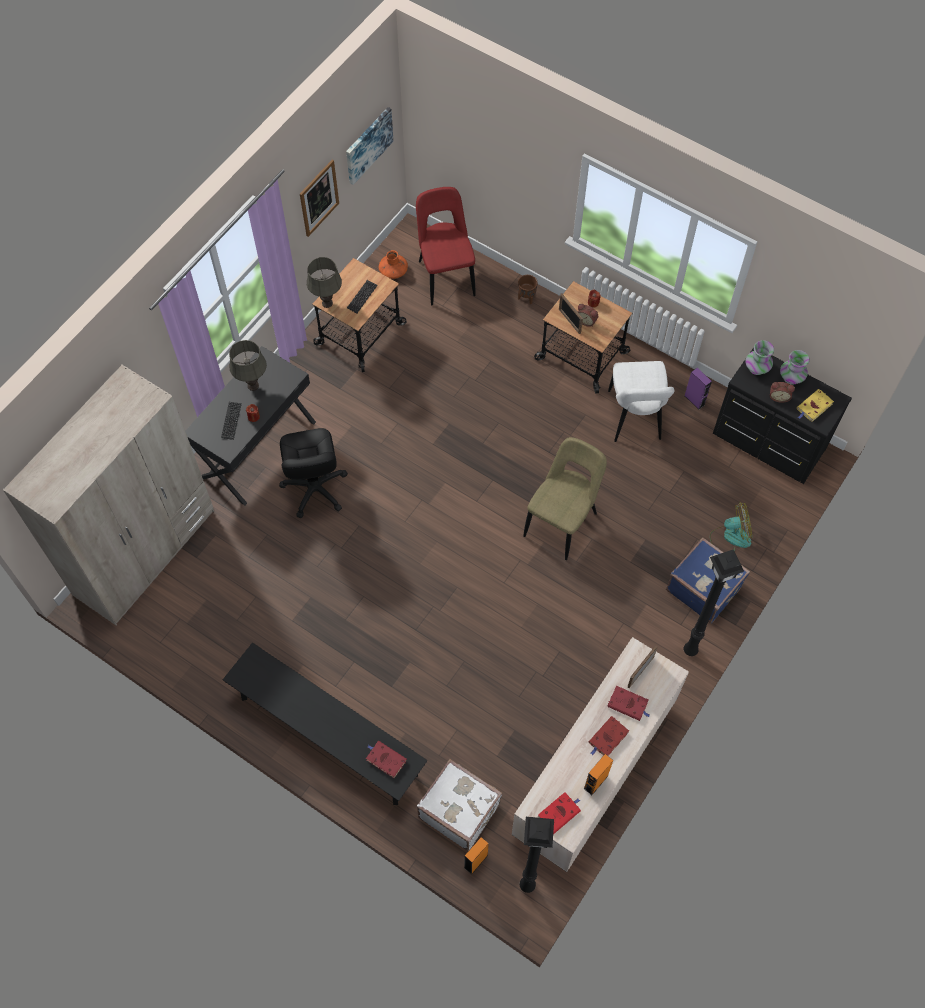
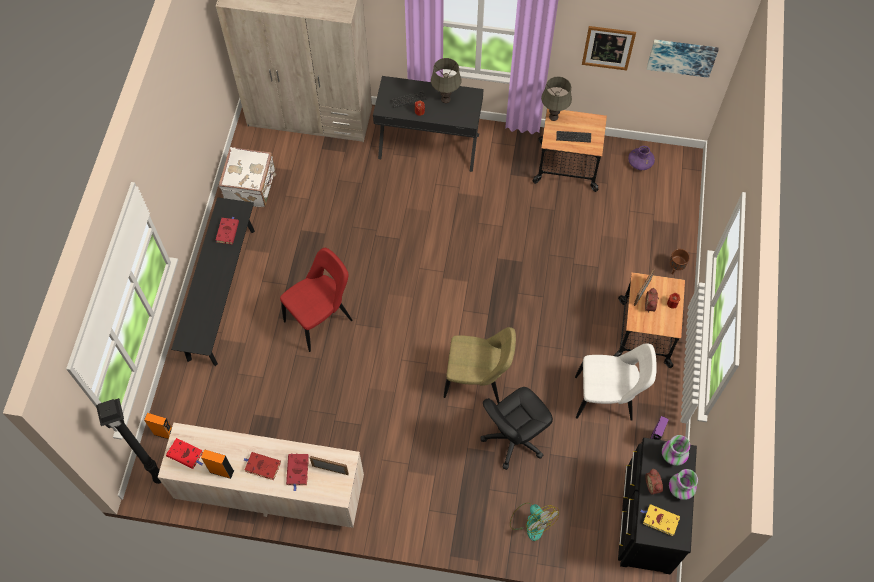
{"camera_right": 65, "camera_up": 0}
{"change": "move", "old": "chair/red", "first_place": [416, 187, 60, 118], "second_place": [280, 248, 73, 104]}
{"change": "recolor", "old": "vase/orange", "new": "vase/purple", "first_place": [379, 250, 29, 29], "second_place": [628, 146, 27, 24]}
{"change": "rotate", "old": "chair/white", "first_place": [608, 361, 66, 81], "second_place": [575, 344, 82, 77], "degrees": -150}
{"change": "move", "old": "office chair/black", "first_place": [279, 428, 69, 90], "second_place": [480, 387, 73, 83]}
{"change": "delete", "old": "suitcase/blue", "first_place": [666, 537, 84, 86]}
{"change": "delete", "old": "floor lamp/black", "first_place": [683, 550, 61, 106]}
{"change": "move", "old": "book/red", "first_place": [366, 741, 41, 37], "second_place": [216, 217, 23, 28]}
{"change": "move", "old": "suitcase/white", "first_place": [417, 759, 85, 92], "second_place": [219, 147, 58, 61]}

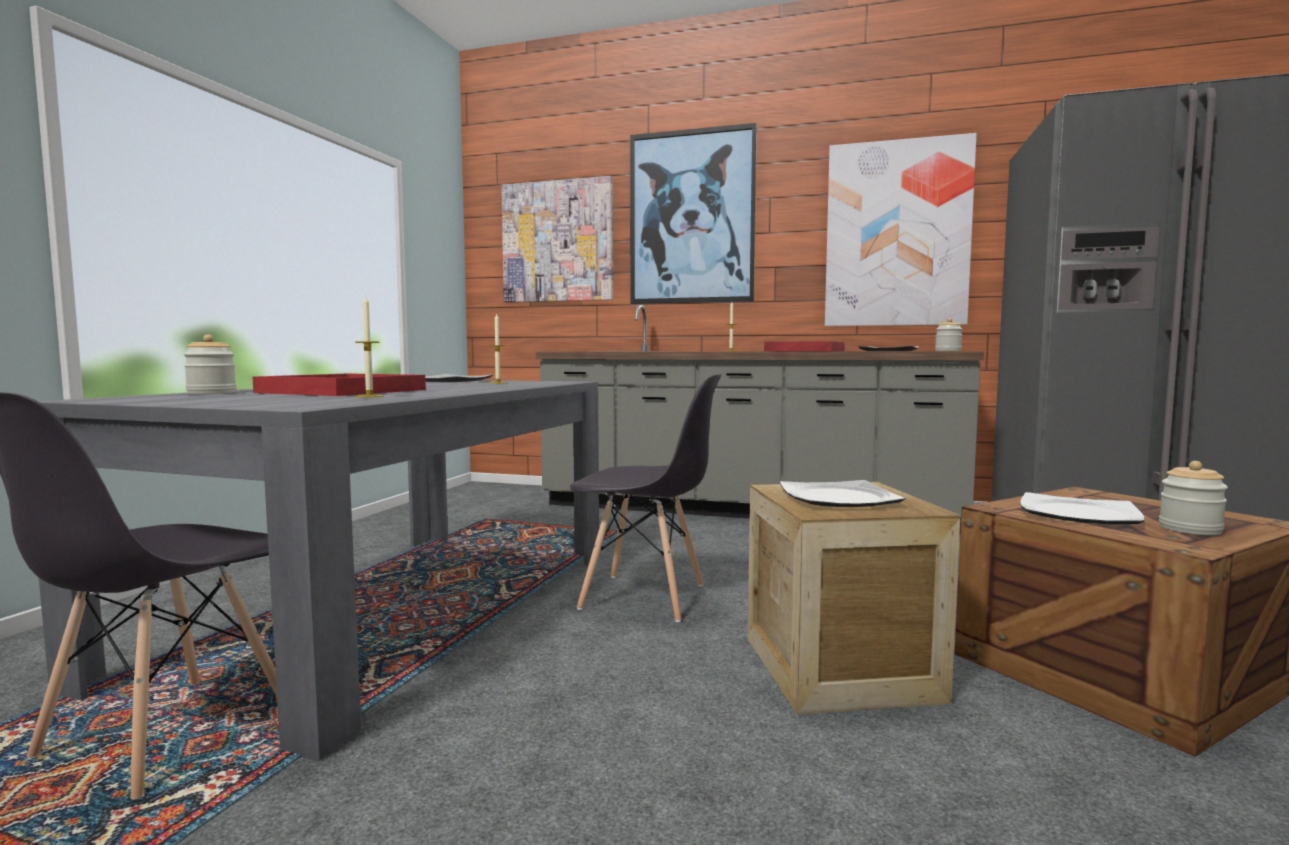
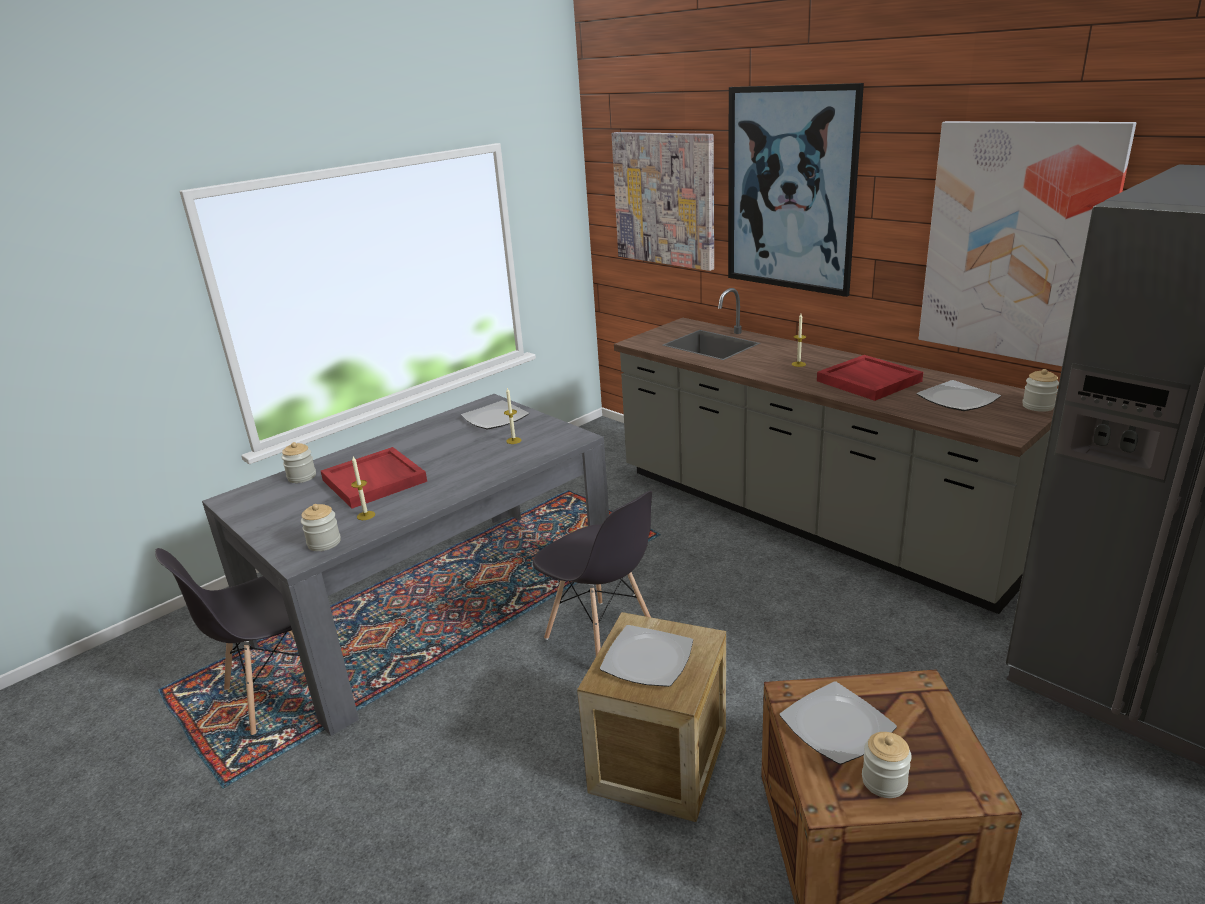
{"camera_right": 30, "camera_up": 20}
{"change": "insert", "new": "jar", "second_place": [301, 504, 40, 47]}

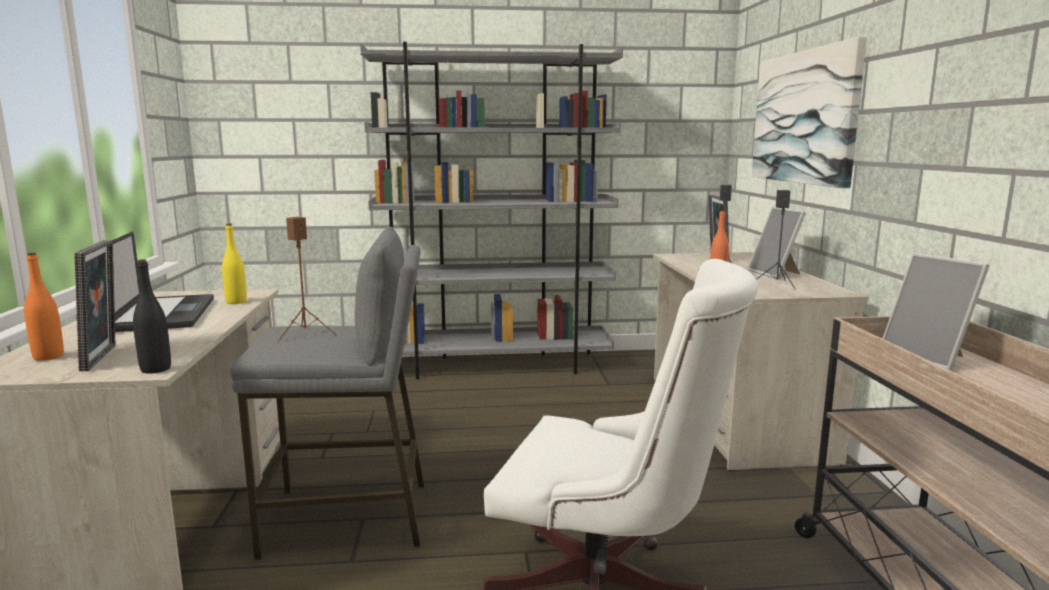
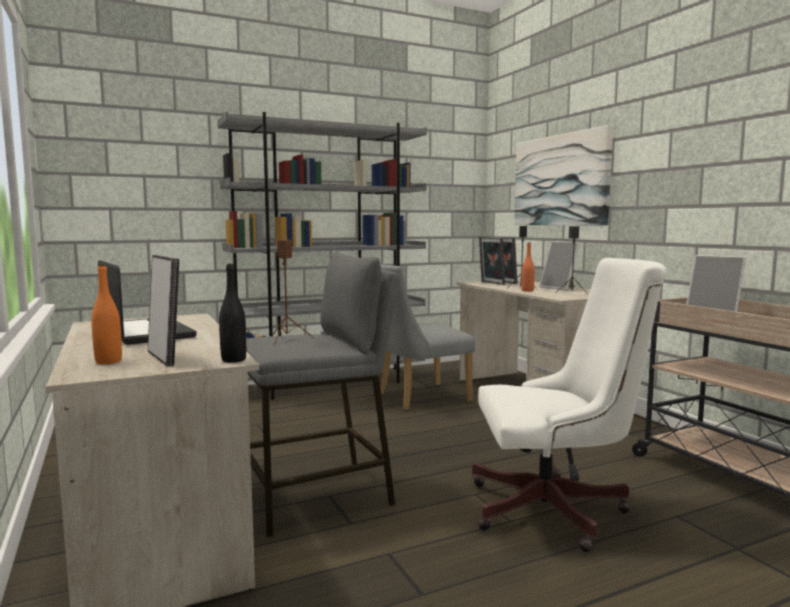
{"camera_right": -20, "camera_up": -5}
{"change": "delete", "old": "bottle/yellow", "first_place": [222, 223, 25, 81]}
{"change": "insert", "new": "picture frame", "second_place": [479, 237, 26, 48]}
{"change": "insert", "new": "chair/grey", "second_place": [380, 264, 95, 147]}

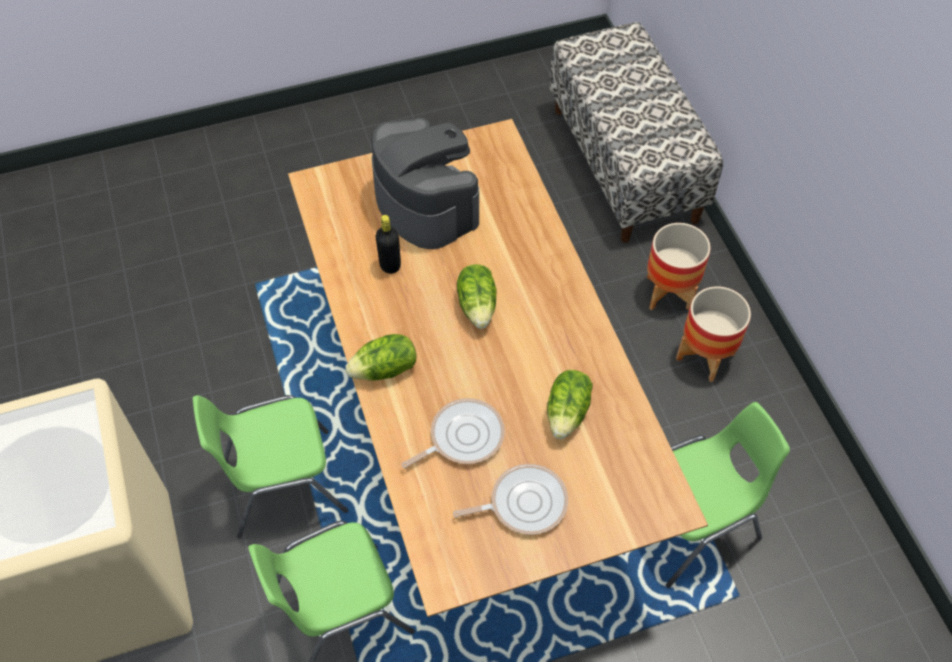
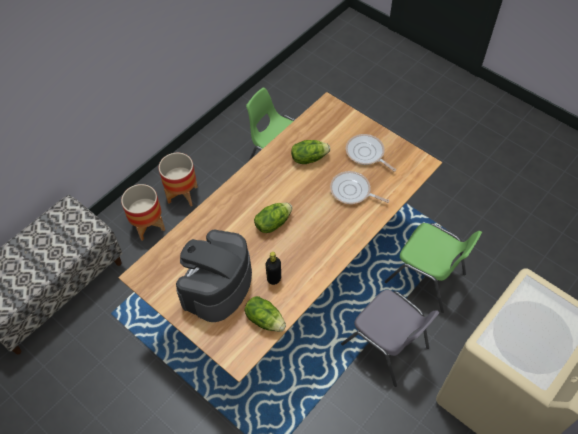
{"camera_right": -120, "camera_up": 0}
{"change": "move", "old": "lettuce", "first_place": [346, 334, 71, 47], "second_place": [244, 296, 42, 36]}
{"change": "recolor", "old": "chair/green", "new": "chair/grey", "first_place": [193, 395, 155, 144], "second_place": [341, 290, 98, 97]}

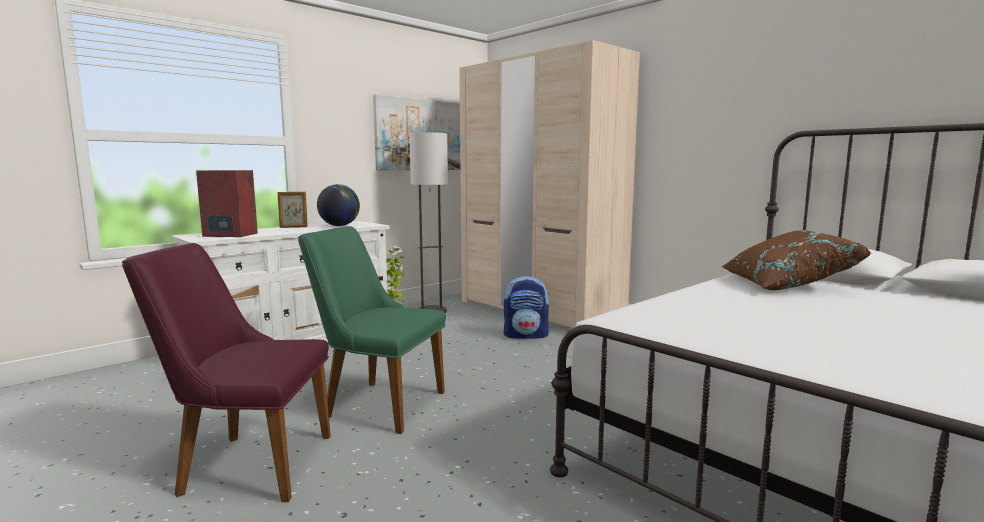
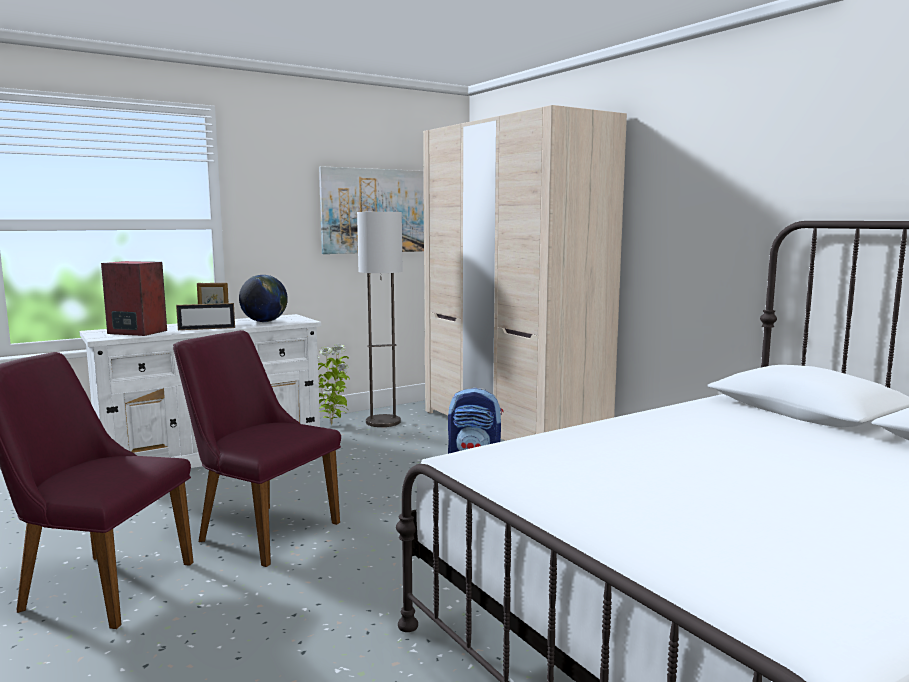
{"camera_right": 10, "camera_up": 0}
{"change": "recolor", "old": "chair/green", "new": "chair/purple", "first_place": [298, 226, 148, 208], "second_place": [173, 330, 168, 237]}
{"change": "delete", "old": "pillow/brown", "first_place": [722, 230, 149, 60]}
{"change": "insert", "new": "picture frame", "second_place": [176, 303, 59, 27]}

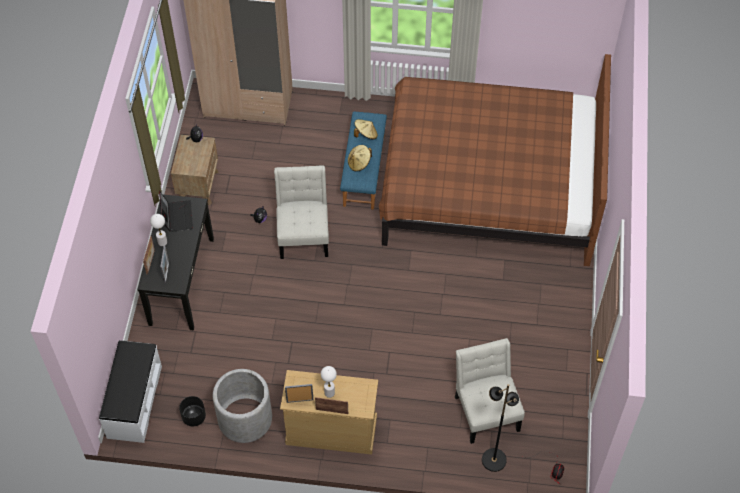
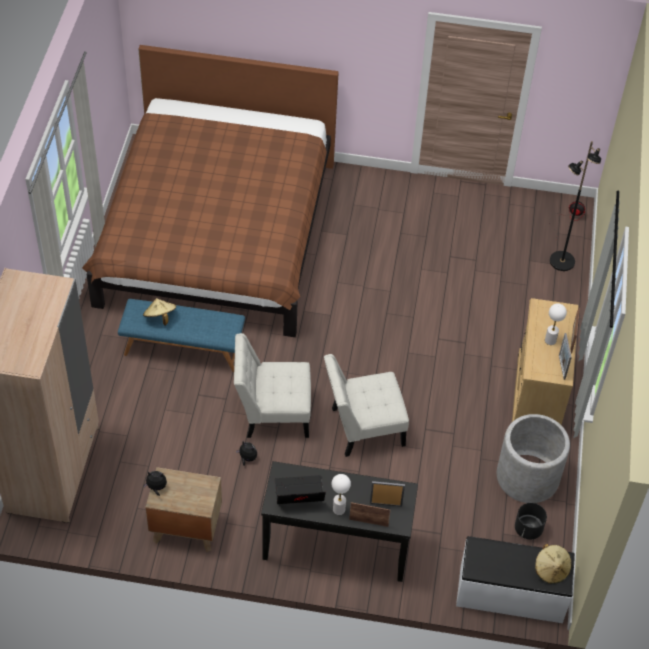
{"camera_right": -90, "camera_up": -5}
{"change": "move", "old": "hat/beige", "first_place": [348, 145, 24, 27], "second_place": [535, 544, 37, 40]}
{"change": "move", "old": "chair/white", "first_place": [455, 338, 70, 106], "second_place": [324, 354, 85, 103]}

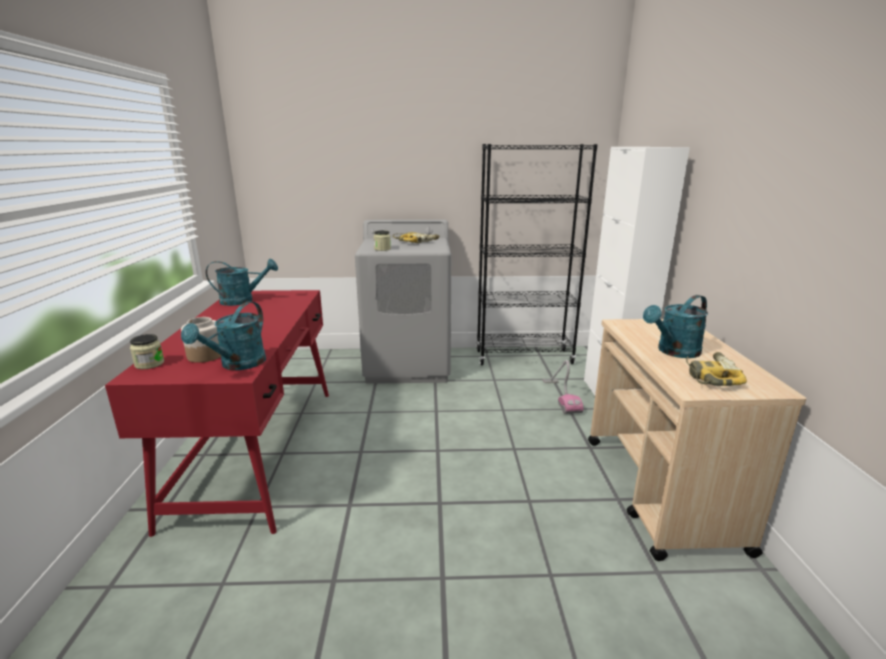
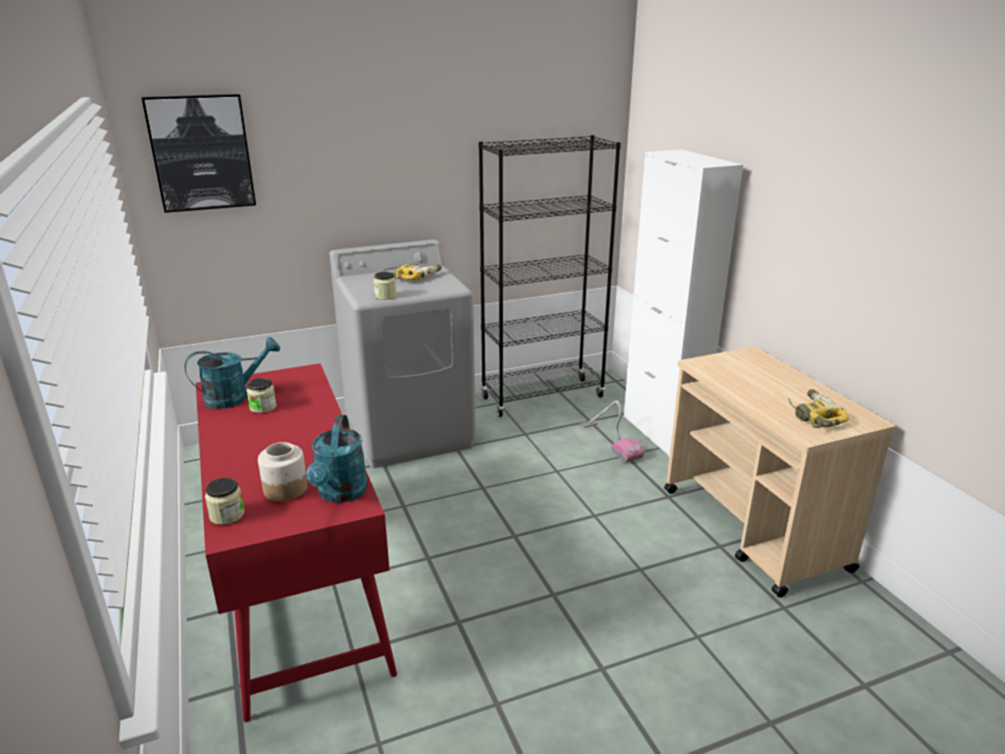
{"camera_right": -20, "camera_up": 5}
{"change": "delete", "old": "watering can/turquoise", "first_place": [643, 295, 65, 63]}
{"change": "insert", "new": "picture", "second_place": [142, 94, 114, 119]}
{"change": "insert", "new": "jar", "second_place": [247, 378, 30, 35]}

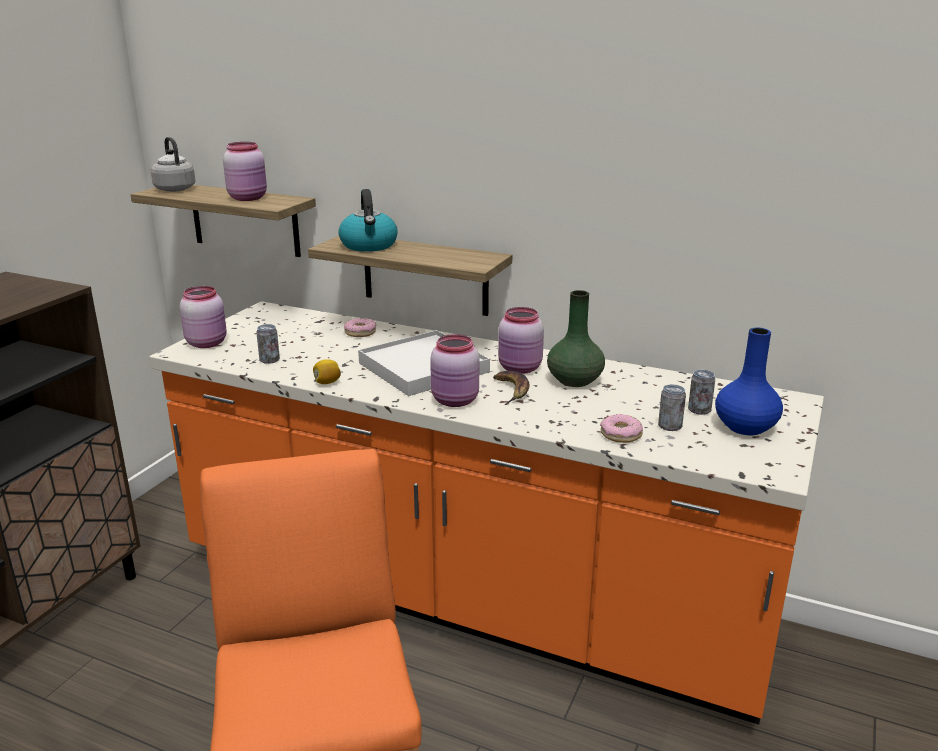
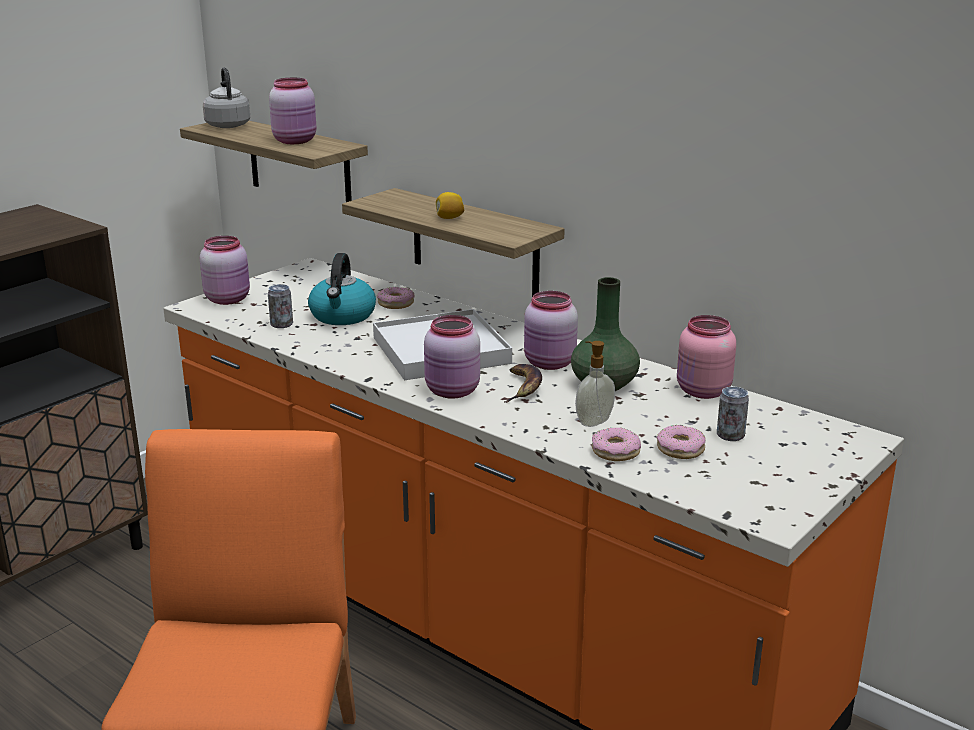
{"camera_right": 15, "camera_up": 0}
{"change": "move", "old": "kettle", "first_place": [339, 189, 59, 63], "second_place": [308, 253, 68, 72]}
{"change": "delete", "old": "vase/blue", "first_place": [715, 328, 68, 107]}
{"change": "move", "old": "lemon", "first_place": [313, 359, 28, 25], "second_place": [436, 192, 29, 27]}
{"change": "replace", "old": "can", "new": "donut", "first_place": [658, 384, 28, 47], "second_place": [657, 425, 49, 34]}
{"change": "insert", "new": "jar/pink", "second_place": [677, 315, 59, 84]}
{"change": "insert", "new": "soap dispenser", "second_place": [575, 341, 40, 86]}

